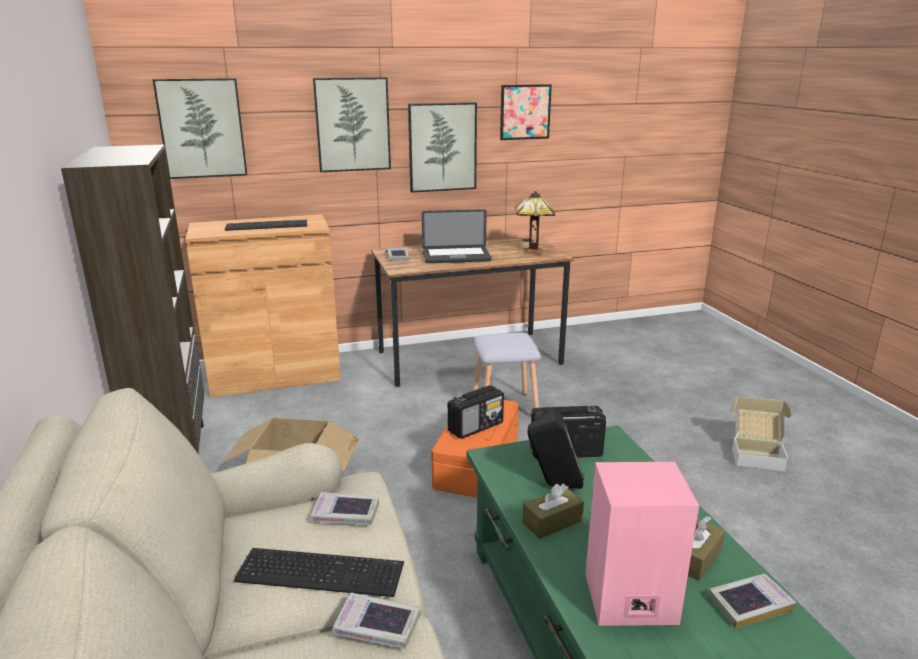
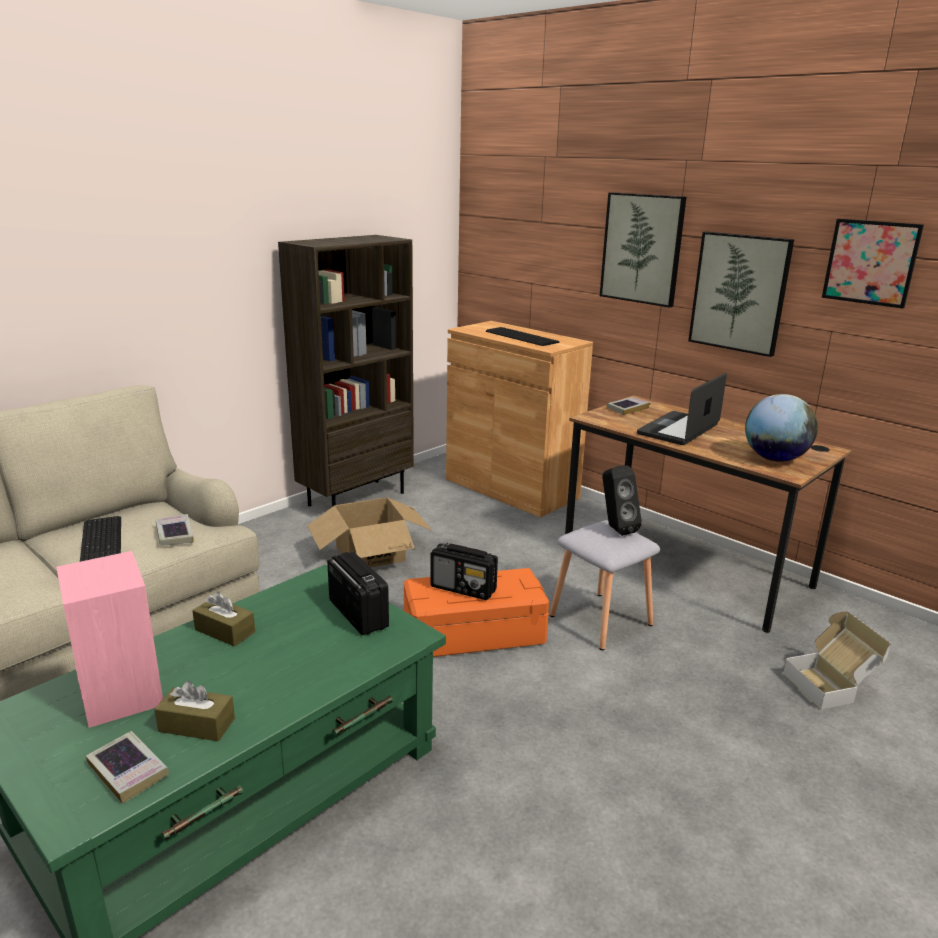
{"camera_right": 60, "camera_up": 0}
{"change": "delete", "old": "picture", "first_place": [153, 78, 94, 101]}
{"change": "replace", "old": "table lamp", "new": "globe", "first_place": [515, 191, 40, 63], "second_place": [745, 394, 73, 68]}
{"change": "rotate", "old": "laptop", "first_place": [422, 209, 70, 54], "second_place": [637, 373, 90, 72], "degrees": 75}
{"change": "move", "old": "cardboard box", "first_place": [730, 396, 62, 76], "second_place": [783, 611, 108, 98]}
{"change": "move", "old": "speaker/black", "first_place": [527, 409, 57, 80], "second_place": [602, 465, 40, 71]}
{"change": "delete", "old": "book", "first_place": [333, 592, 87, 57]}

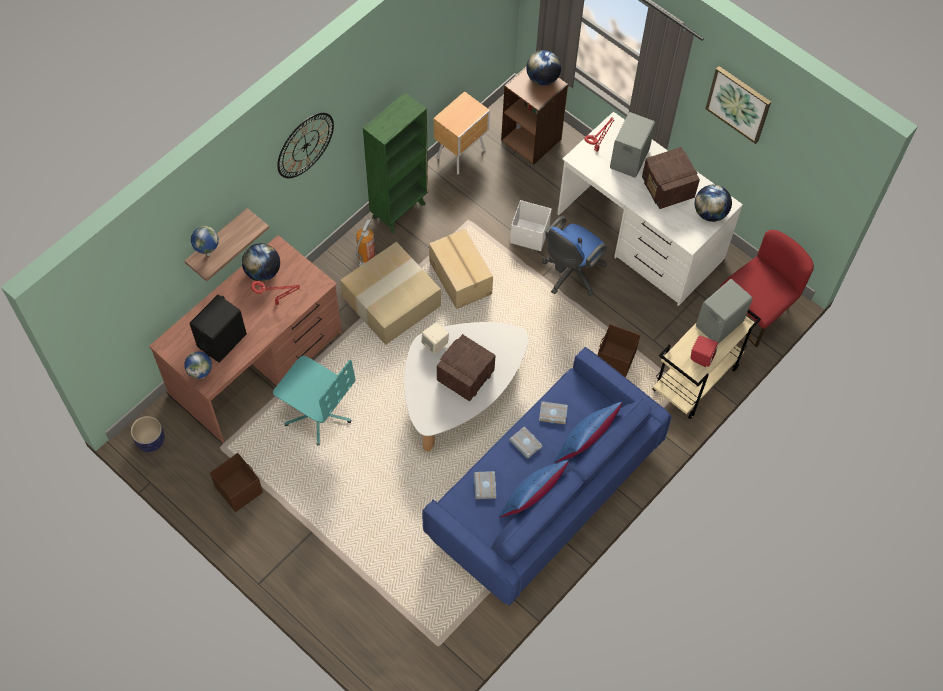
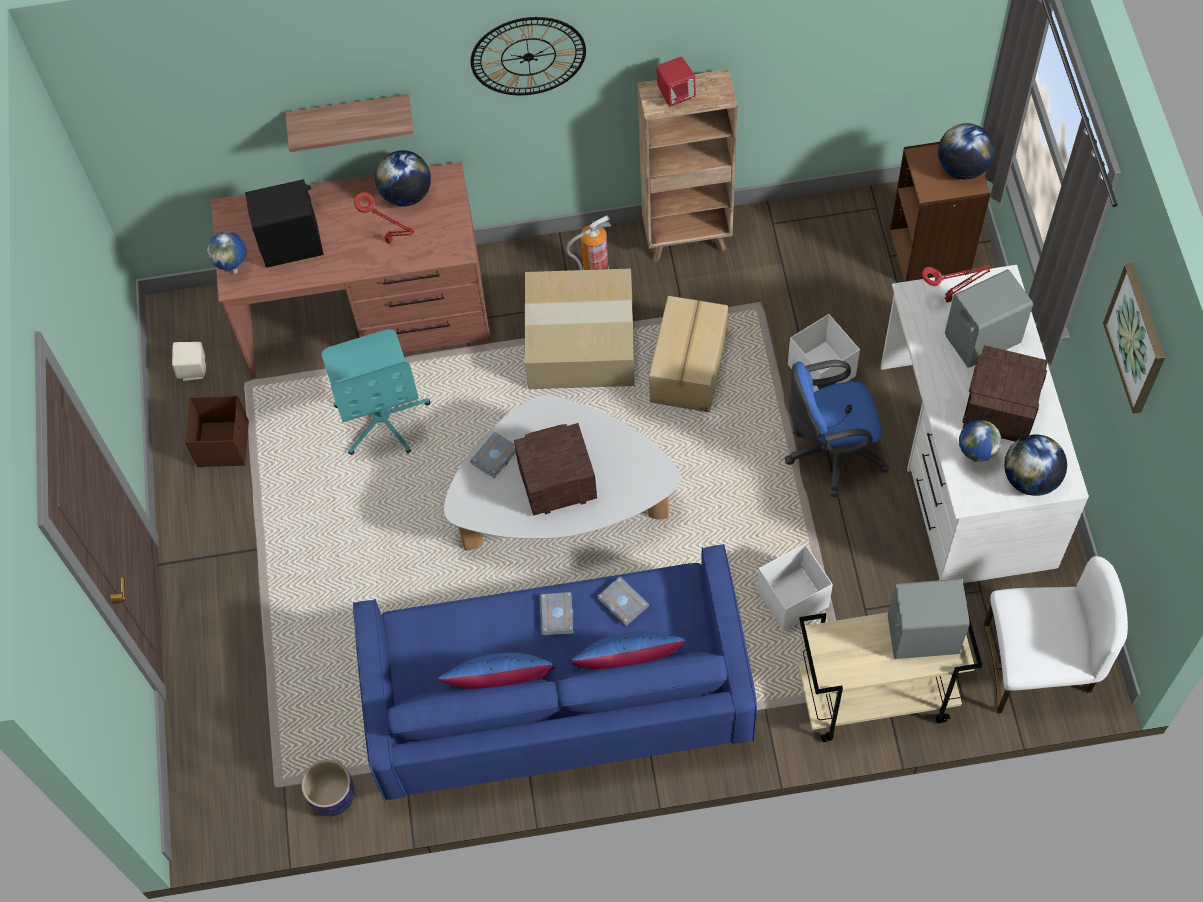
{"camera_right": 45, "camera_up": 0}
{"change": "delete", "old": "nightstand/brown", "first_place": [433, 91, 57, 83]}
{"change": "recolor", "old": "bookcase/green", "new": "bookcase/brown", "first_place": [363, 92, 65, 141], "second_place": [637, 69, 101, 193]}
{"change": "move", "old": "globe", "first_place": [191, 226, 28, 30], "second_place": [959, 420, 42, 42]}
{"change": "recolor", "old": "chair/red", "new": "chair/white", "first_place": [720, 230, 94, 118], "second_place": [984, 556, 144, 157]}
{"change": "move", "old": "speaker/beige", "first_place": [421, 322, 28, 32], "second_place": [172, 342, 34, 39]}
{"change": "recolor", "old": "storage box/brown", "new": "storage box/white", "first_place": [597, 324, 43, 54], "second_place": [757, 544, 76, 87]}
{"change": "move", "old": "speaker/red", "first_place": [691, 335, 27, 32], "second_place": [656, 57, 40, 50]}
{"change": "move", "old": "planter", "first_place": [131, 416, 34, 36], "second_place": [301, 760, 54, 57]}
{"change": "move", "old": "book/grey", "first_place": [474, 471, 22, 28], "second_place": [470, 432, 46, 46]}

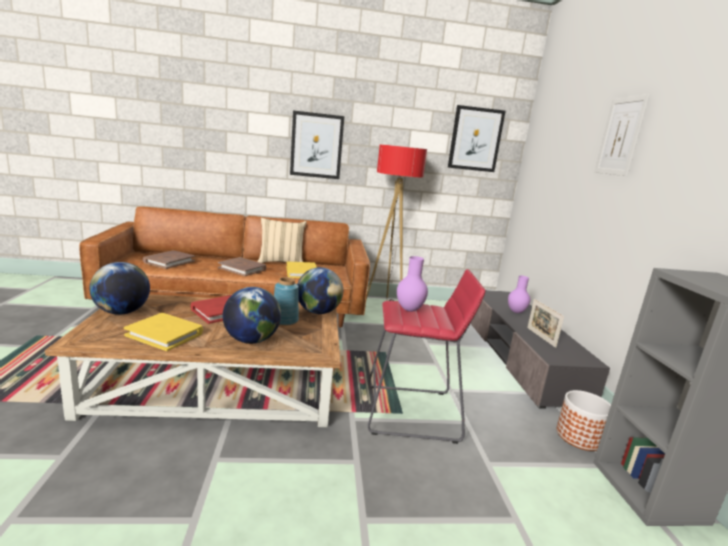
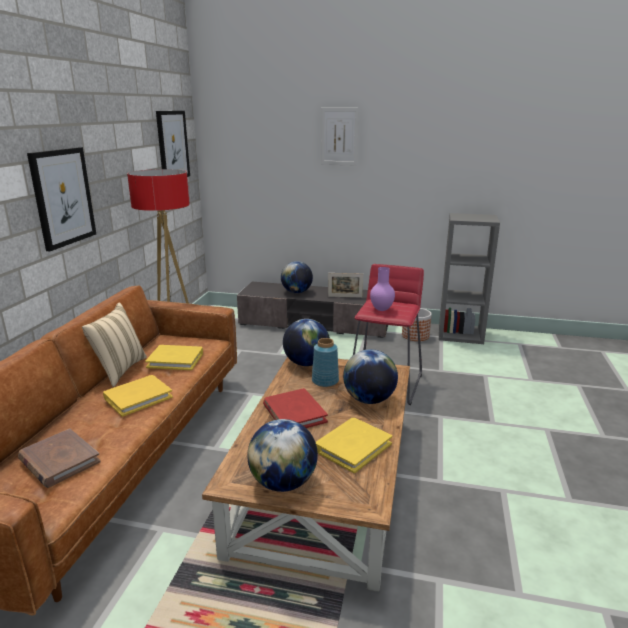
{"camera_right": -70, "camera_up": 5}
{"change": "recolor", "old": "book/brown", "new": "book/yellow", "first_place": [218, 257, 48, 19], "second_place": [103, 375, 70, 42]}
{"change": "replace", "old": "vase/purple", "new": "globe", "first_place": [508, 276, 22, 37], "second_place": [281, 261, 32, 32]}

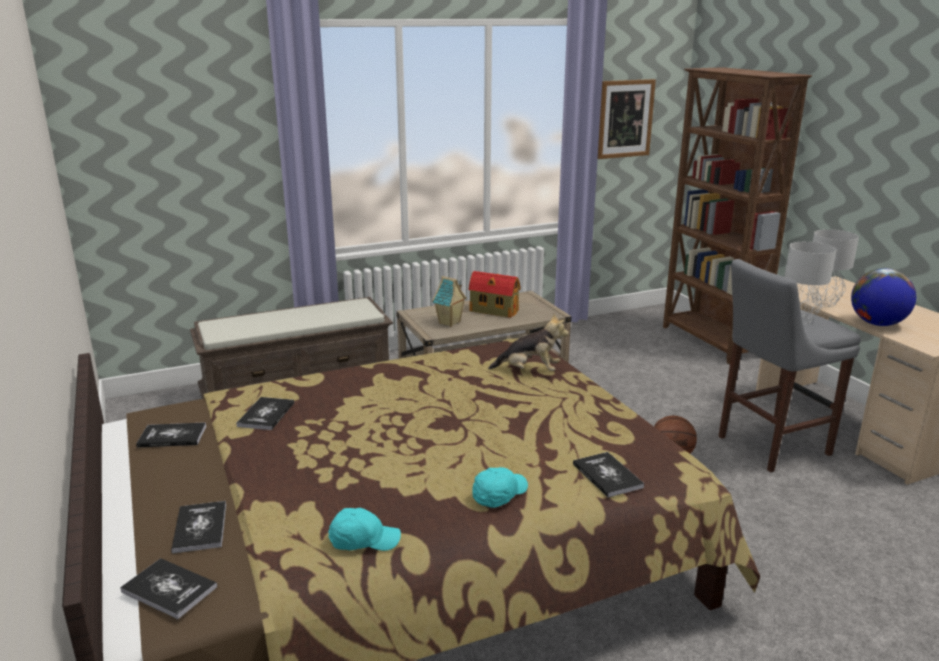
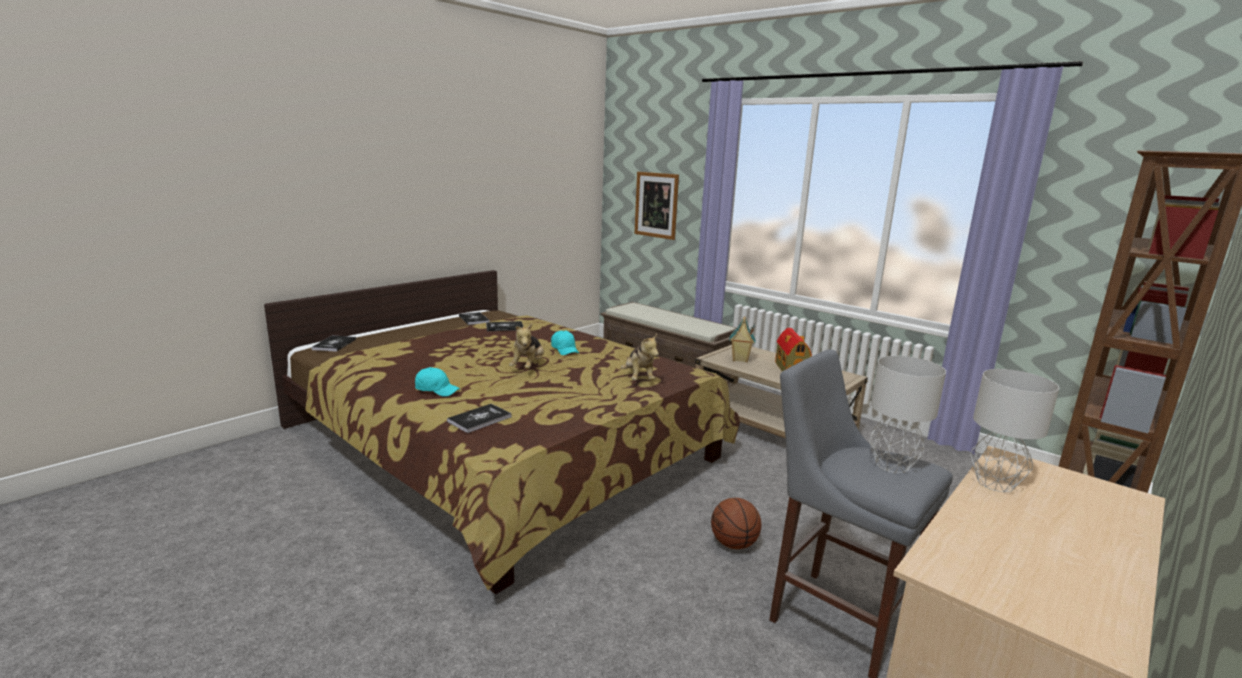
{"camera_right": 65, "camera_up": -5}
{"change": "move", "old": "picture", "first_place": [598, 79, 58, 80], "second_place": [634, 172, 45, 68]}
{"change": "delete", "old": "globe", "first_place": [851, 268, 65, 58]}
{"change": "delete", "old": "book", "first_place": [171, 501, 55, 53]}
{"change": "move", "old": "cap/turquoise", "first_place": [328, 508, 73, 43], "second_place": [551, 331, 28, 24]}
{"change": "insert", "new": "plush toy", "second_place": [509, 324, 35, 45]}

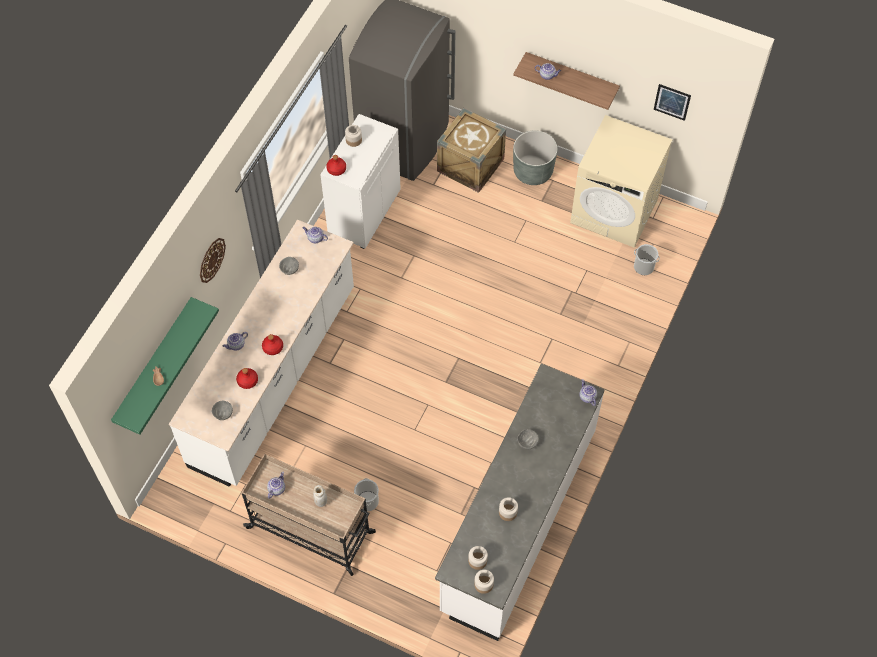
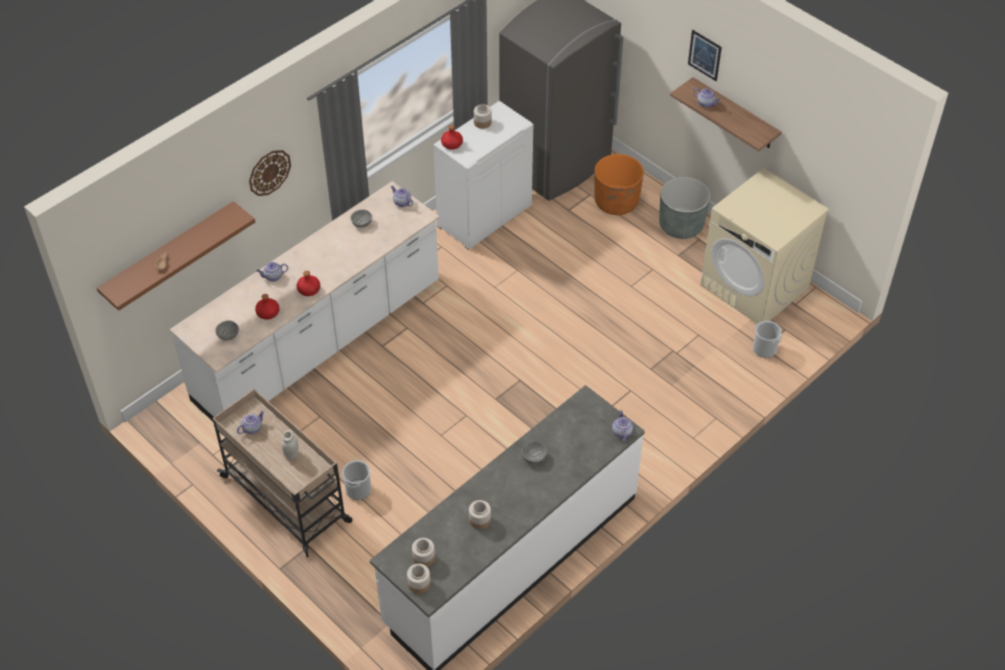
{"camera_right": 20, "camera_up": -10}
{"change": "move", "old": "picture", "first_place": [654, 84, 37, 37], "second_place": [688, 30, 34, 51]}
{"change": "replace", "old": "crate", "new": "planter/orange", "first_place": [437, 108, 69, 85], "second_place": [594, 154, 50, 61]}
{"change": "recolor", "old": "shelf/green", "new": "shelf/brown", "first_place": [111, 297, 108, 138], "second_place": [97, 201, 158, 110]}

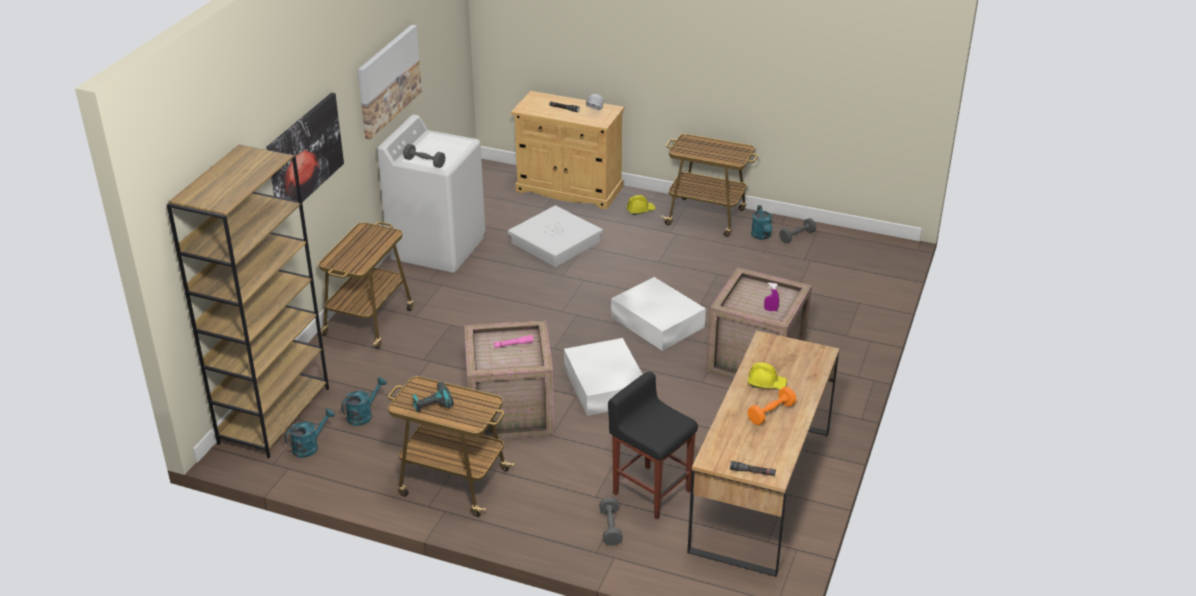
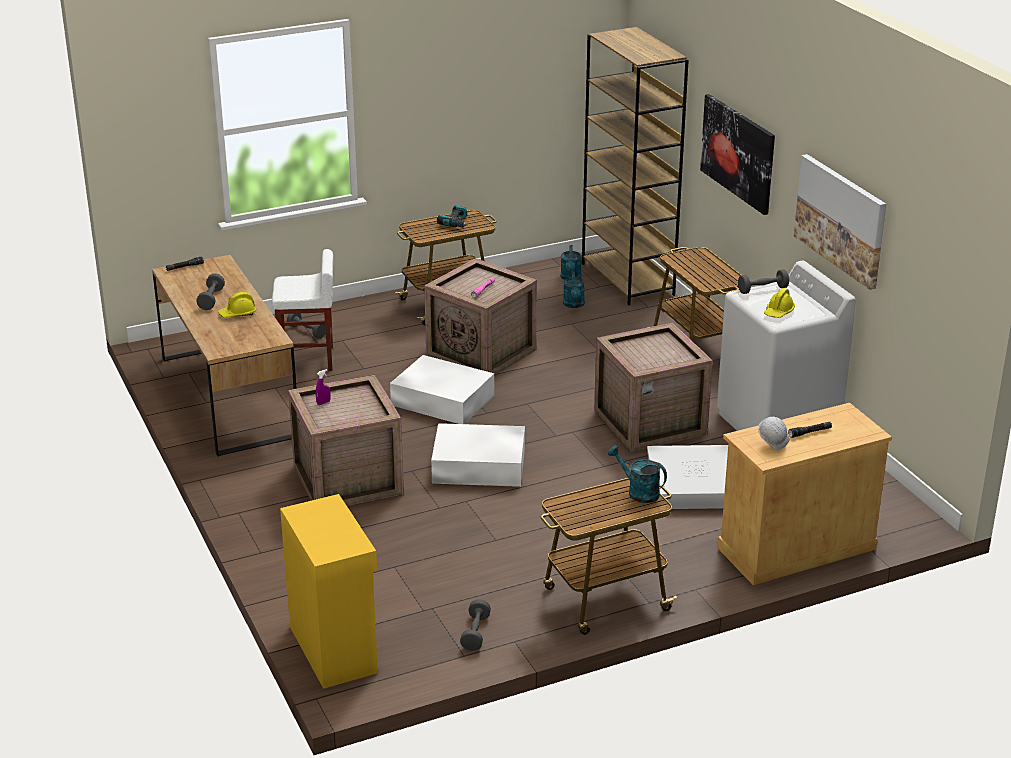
{"camera_right": 135, "camera_up": -5}
{"change": "move", "old": "hard hat/yellow", "first_place": [627, 195, 28, 20], "second_place": [764, 288, 31, 30]}
{"change": "move", "old": "watering can/turquoise", "first_place": [751, 205, 22, 35], "second_place": [608, 445, 59, 58]}
{"change": "recolor", "old": "stool/black", "new": "stool/white", "first_place": [608, 372, 90, 148], "second_place": [272, 249, 61, 122]}
{"change": "recolor", "old": "dumbbell/orange", "new": "dumbbell/grey", "first_place": [747, 387, 49, 38], "second_place": [196, 273, 29, 37]}
{"change": "insert", "new": "crate", "second_place": [594, 323, 119, 129]}
{"change": "insert", "new": "cabinet/yellow", "second_place": [280, 494, 98, 195]}

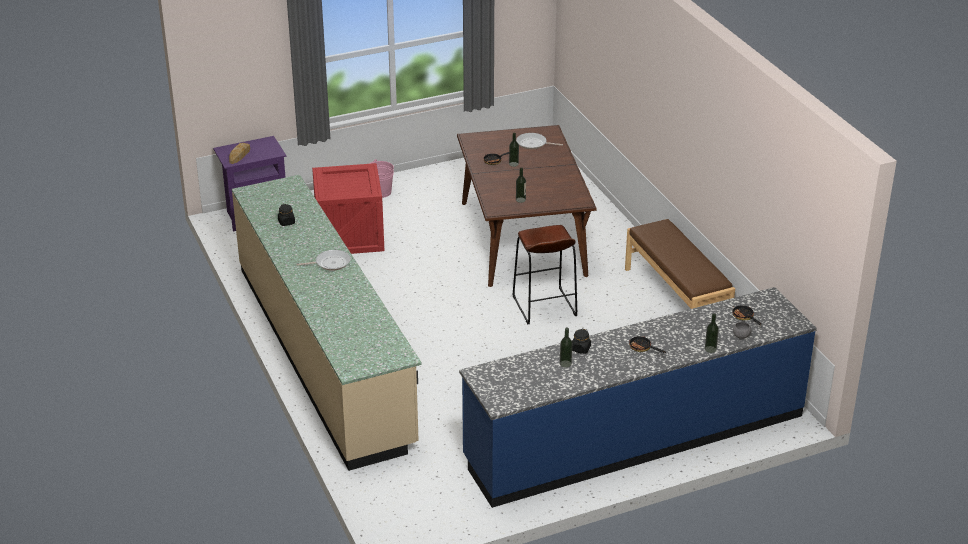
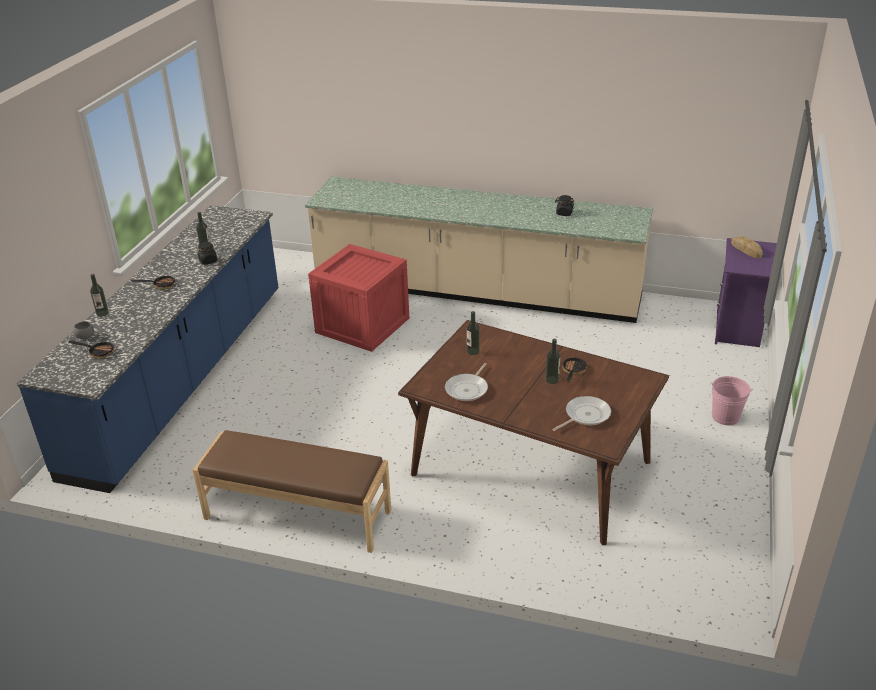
{"camera_right": 130, "camera_up": 0}
{"change": "move", "old": "crate", "first_place": [312, 163, 73, 91], "second_place": [308, 244, 101, 108]}
{"change": "delete", "old": "stool/brown", "first_place": [513, 225, 64, 99]}
{"change": "move", "old": "frying pan", "first_place": [297, 250, 54, 21], "second_place": [445, 363, 43, 38]}

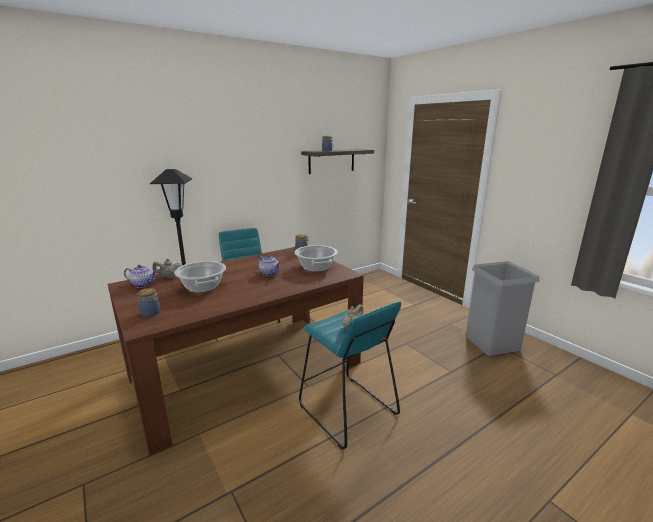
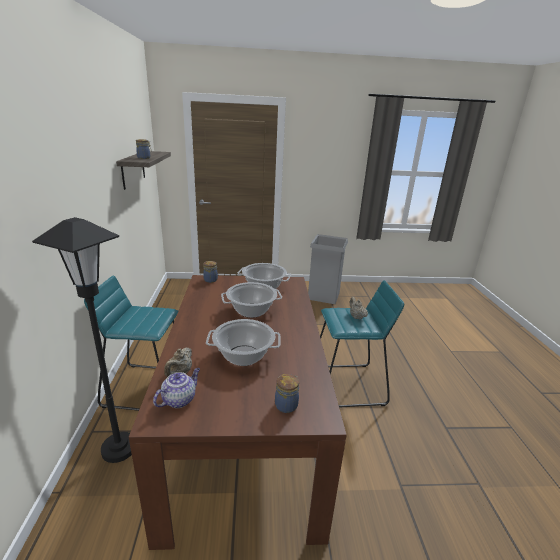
{"camera_right": -60, "camera_up": 5}
{"change": "replace", "old": "teapot", "new": "cooking pot", "first_place": [258, 255, 22, 21], "second_place": [221, 282, 61, 36]}

